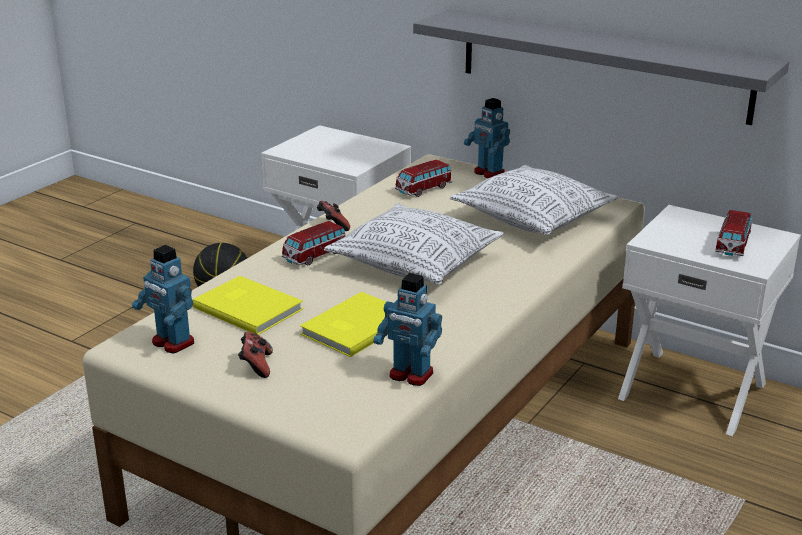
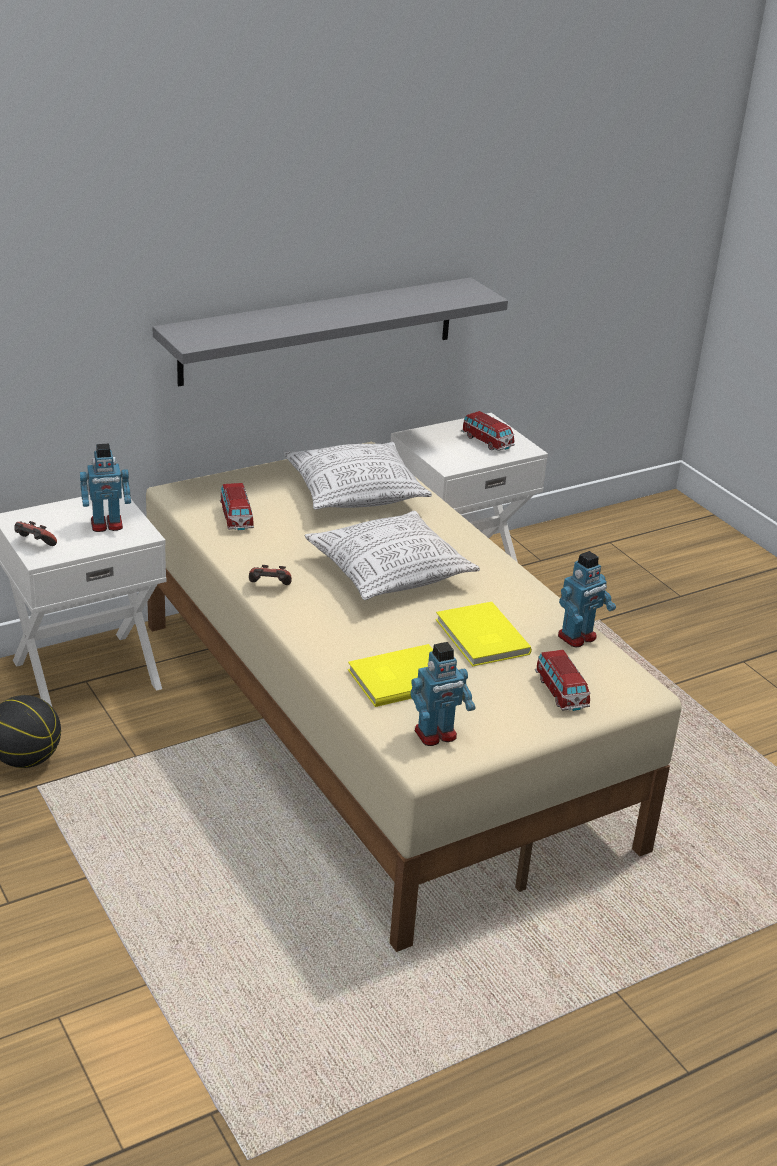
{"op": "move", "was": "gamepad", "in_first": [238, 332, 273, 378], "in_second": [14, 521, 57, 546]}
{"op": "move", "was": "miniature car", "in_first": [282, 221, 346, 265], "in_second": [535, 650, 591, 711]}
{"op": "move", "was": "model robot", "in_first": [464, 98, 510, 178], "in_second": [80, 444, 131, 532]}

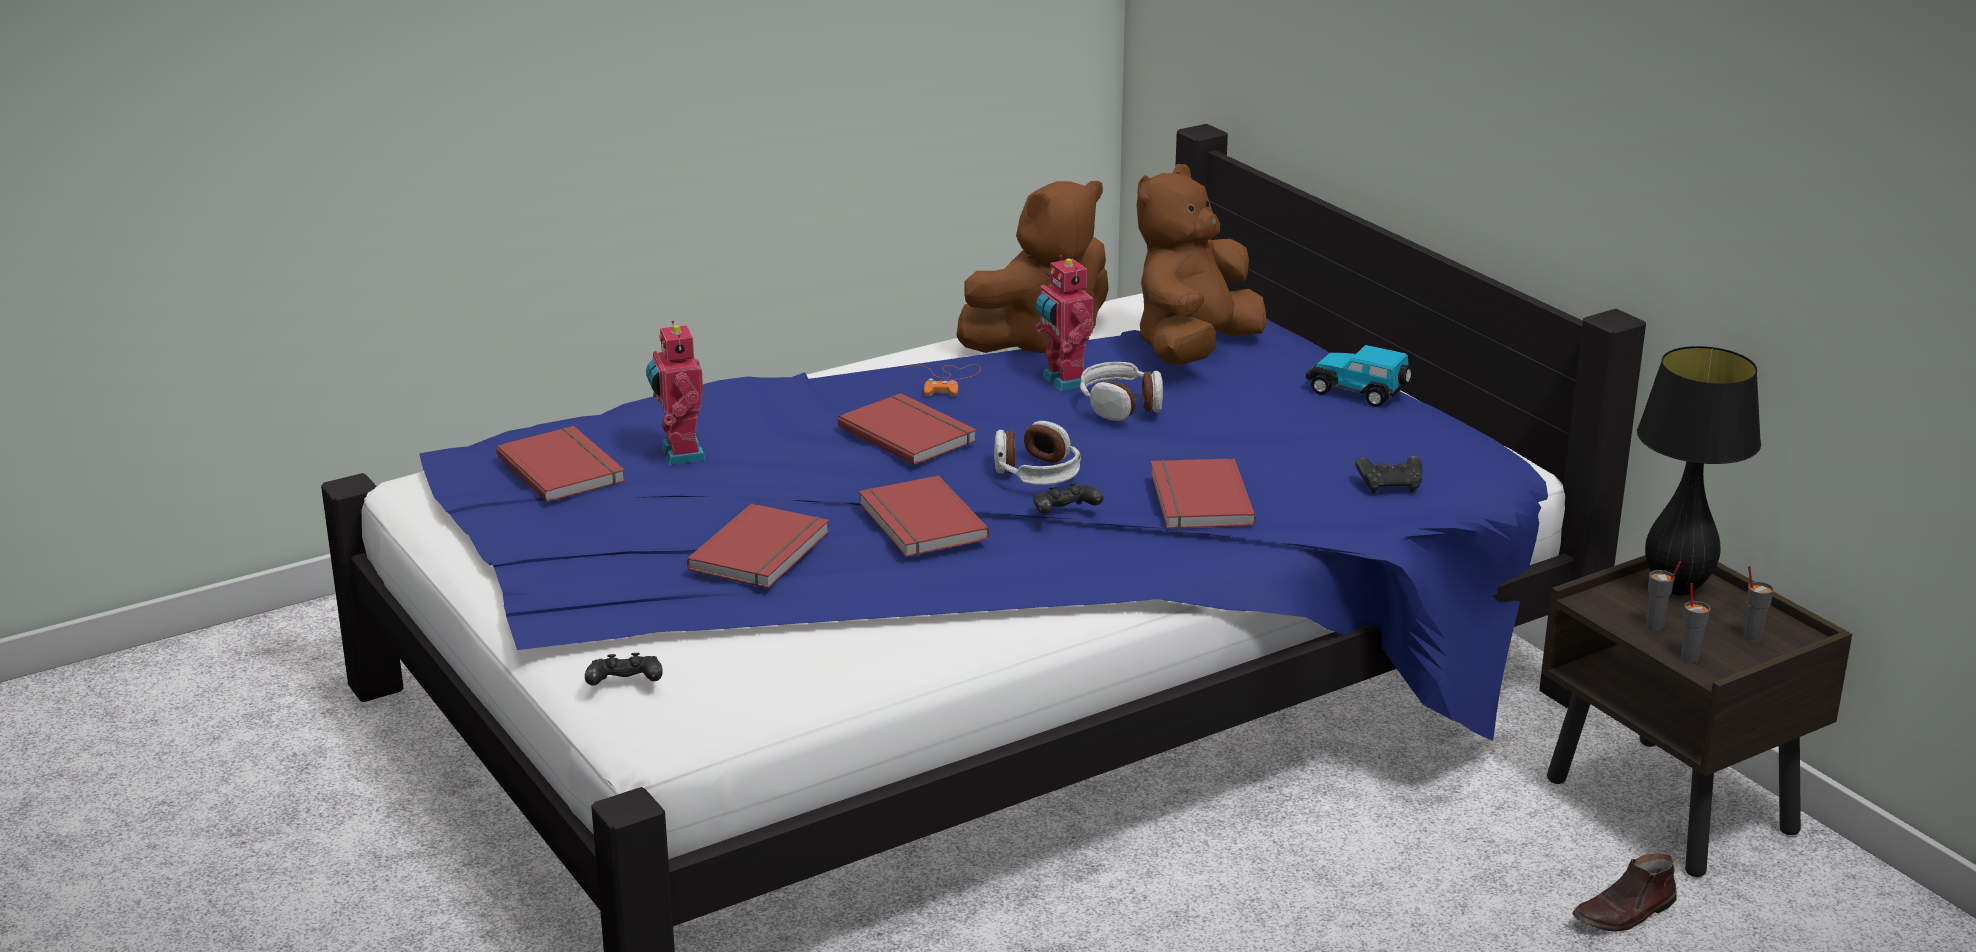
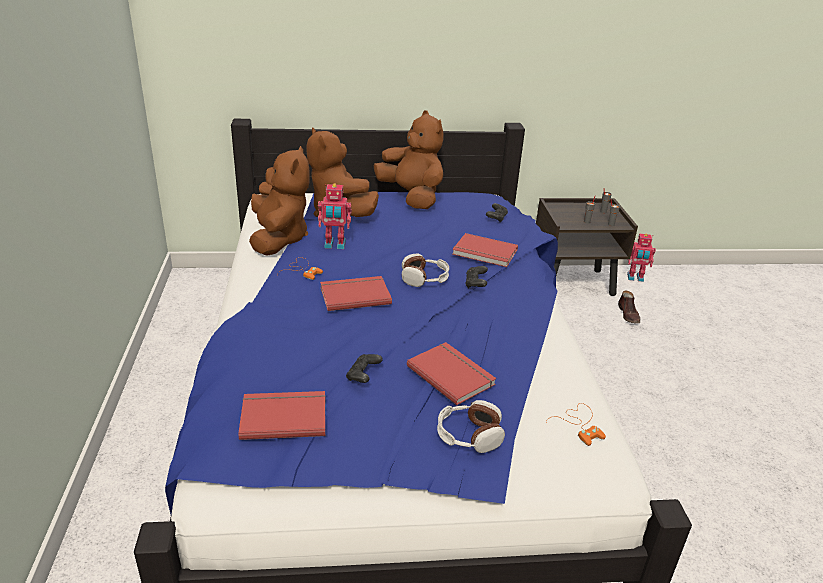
{"op": "delete", "was": "volume (reddish)", "in_first": [859, 475, 990, 557]}
{"op": "delete", "was": "table lamp (black-coloured)", "in_first": [1637, 346, 1761, 595]}
{"op": "insert", "now": "gamepad (orange-coloured)", "in_second": [546, 403, 606, 446]}
{"op": "move", "was": "gamepad (black-coloured)", "in_first": [585, 653, 663, 685], "in_second": [346, 354, 383, 383]}
{"op": "move", "was": "model robot", "in_first": [646, 321, 706, 465], "in_second": [627, 233, 656, 282]}
{"op": "move", "was": "headphones", "in_first": [1080, 362, 1163, 421], "in_second": [437, 400, 505, 453]}
{"op": "replace", "was": "miniature car", "now": "soft toy (brownish)", "in_first": [1306, 345, 1412, 407], "in_second": [373, 110, 444, 209]}

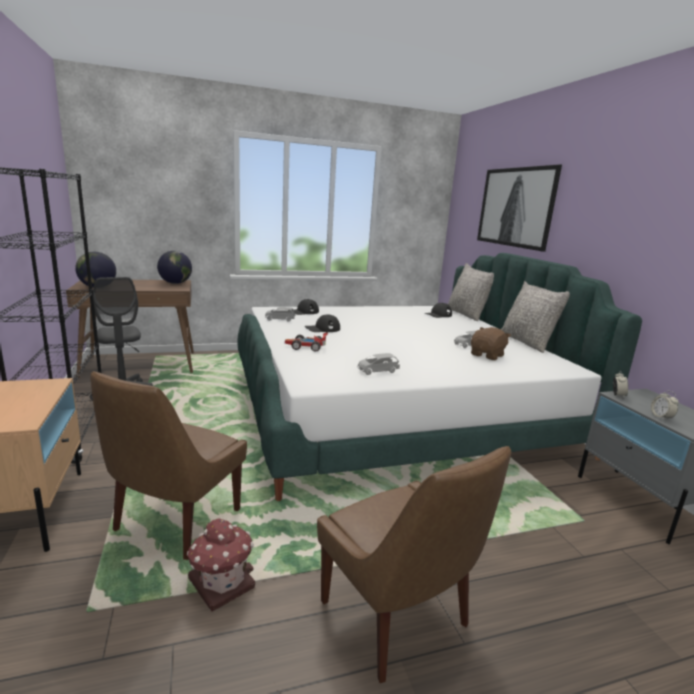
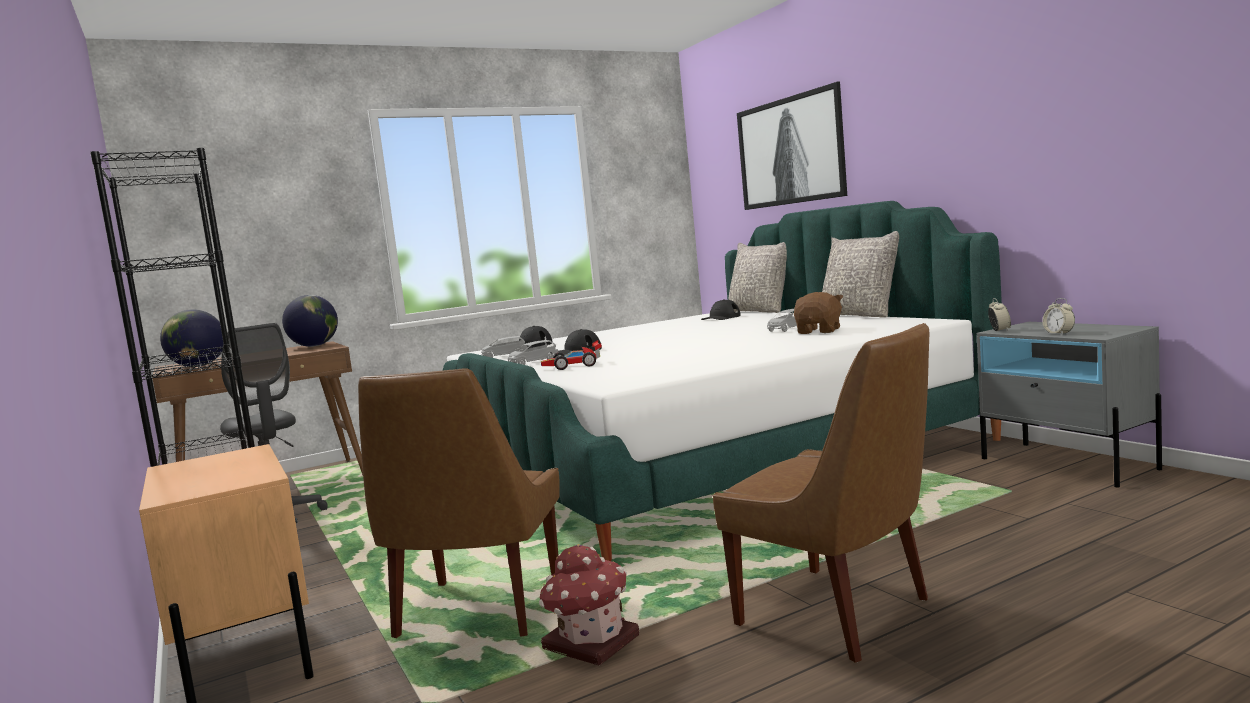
{"op": "move", "was": "miniature car (gray)", "in_first": [358, 353, 400, 375], "in_second": [508, 340, 558, 365]}

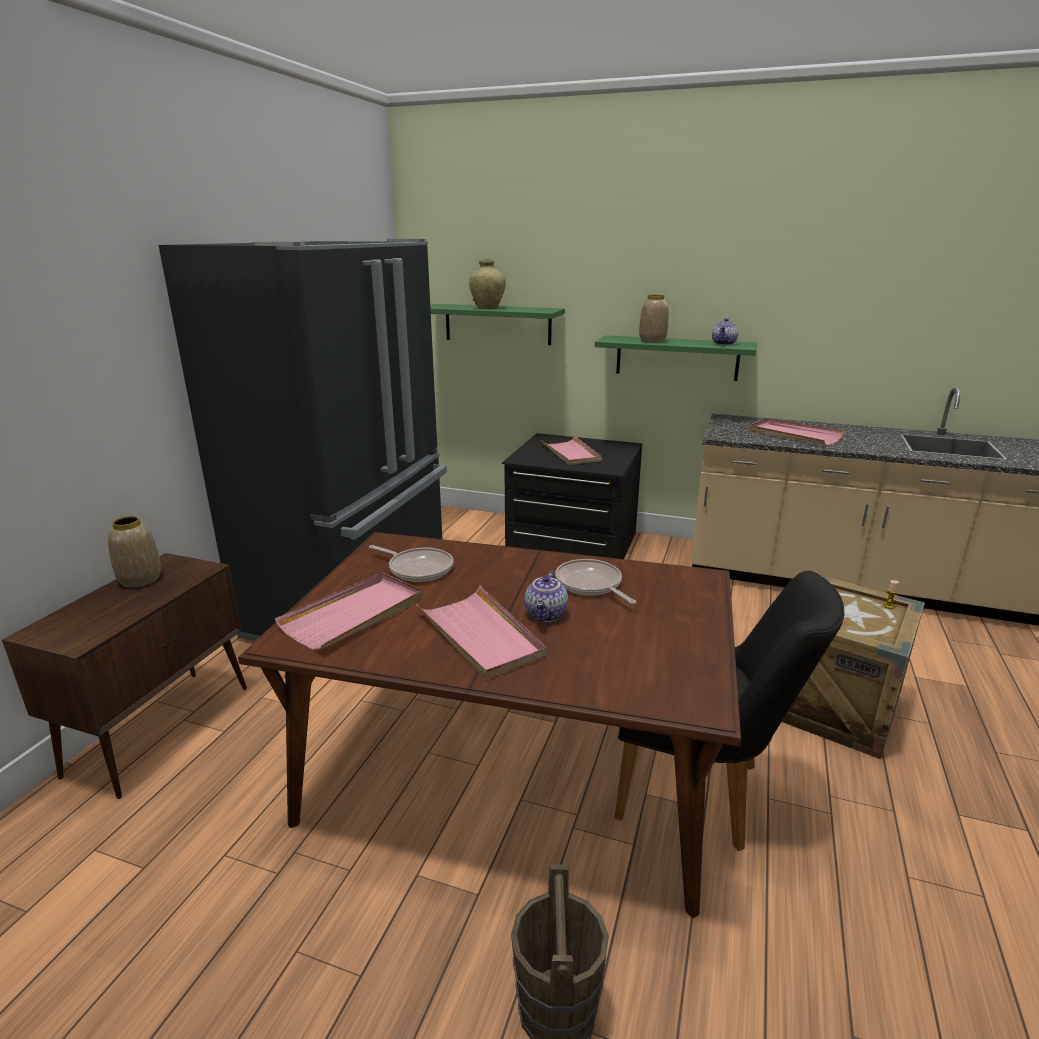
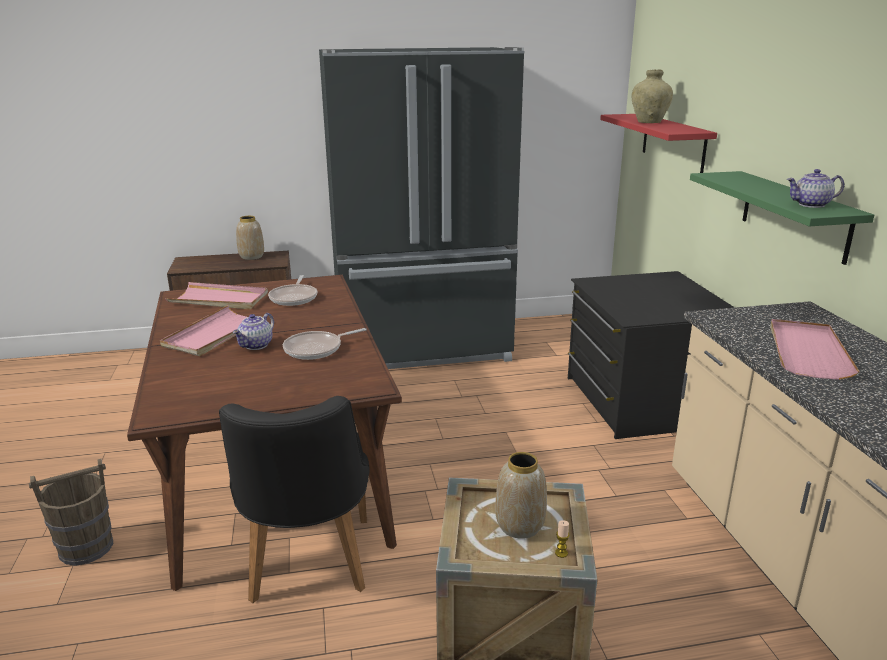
{"op": "delete", "was": "carrying tray (pink)", "in_first": [540, 436, 602, 465]}
{"op": "move", "was": "flower vase", "in_first": [639, 295, 669, 343], "in_second": [496, 452, 547, 539]}
{"op": "recolor", "was": "shelf (green)", "now": "shelf (reddish)", "in_first": [430, 304, 565, 345], "in_second": [600, 114, 717, 173]}
{"op": "rotate", "was": "teapot", "in_first": [524, 571, 568, 622], "in_second": [233, 313, 274, 350], "clockwise": -45}
{"op": "rotate", "was": "skillet", "in_first": [555, 559, 636, 604], "in_second": [283, 328, 367, 360], "clockwise": -150}

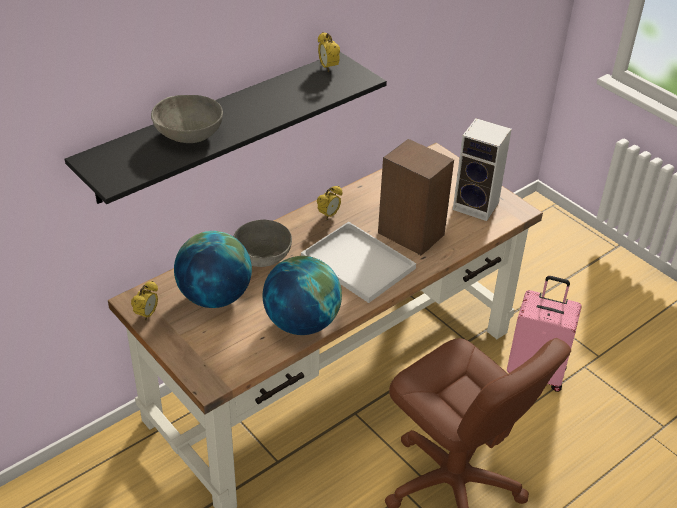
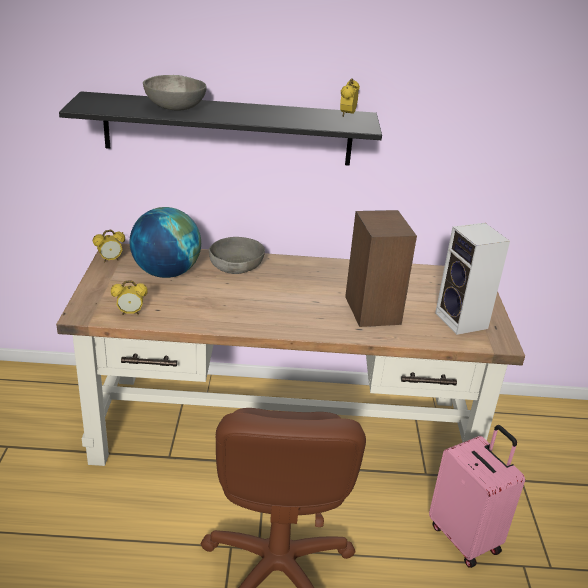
{"op": "delete", "was": "globe", "in_first": [263, 256, 342, 335]}
{"op": "delete", "was": "carrying tray (whitish)", "in_first": [301, 222, 416, 303]}
{"op": "move", "was": "bedside clock", "in_first": [317, 186, 343, 220], "in_second": [111, 280, 148, 315]}

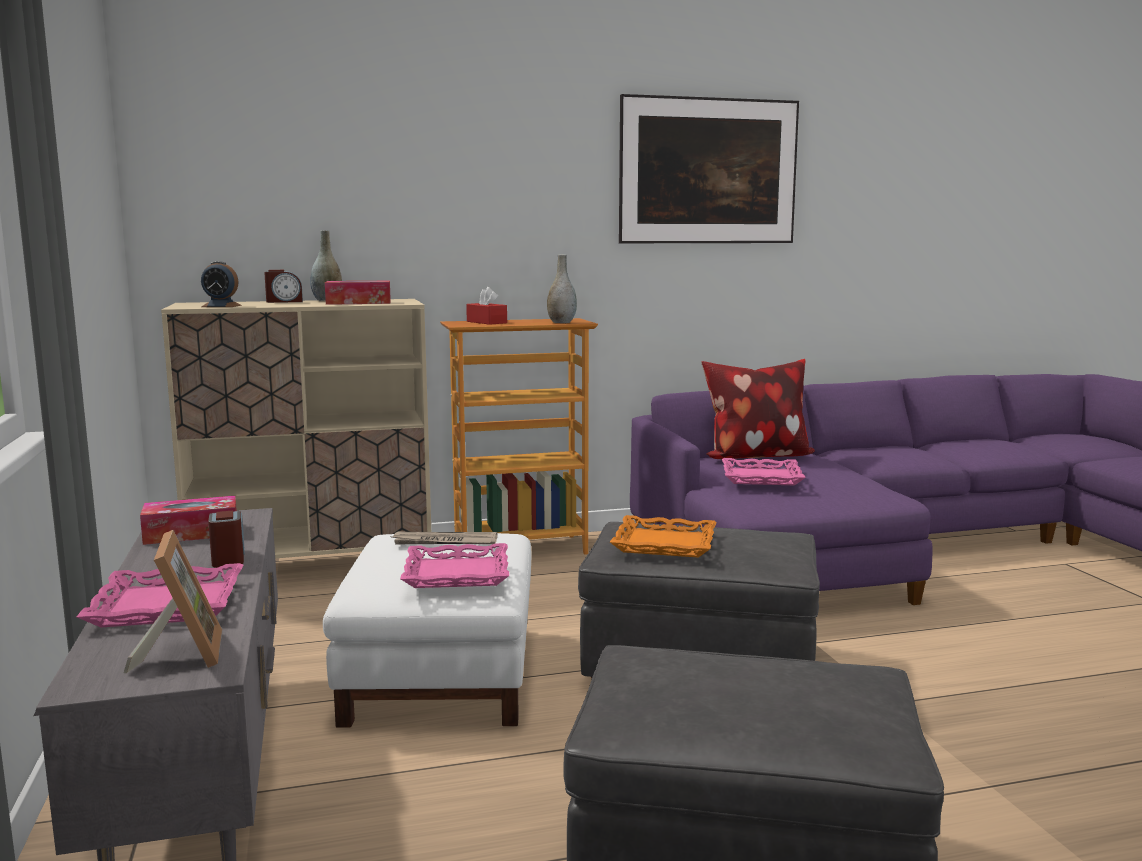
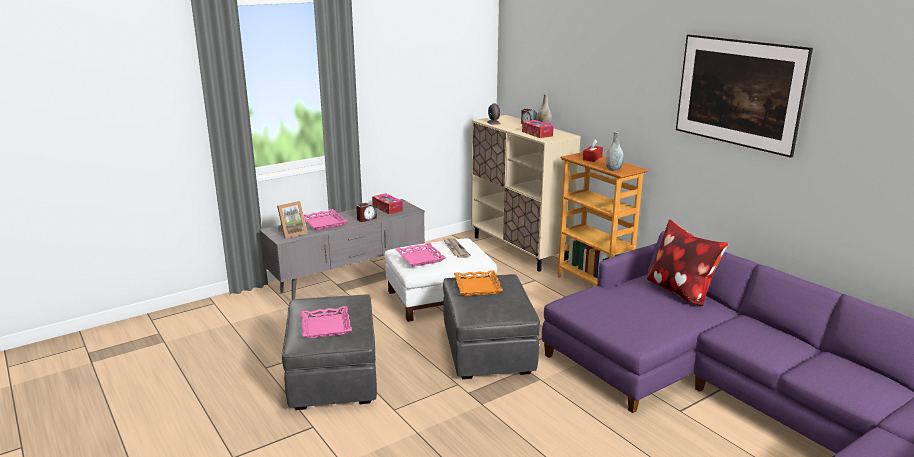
{"op": "move", "was": "carrying tray (pink)", "in_first": [722, 458, 806, 485], "in_second": [301, 306, 352, 339]}

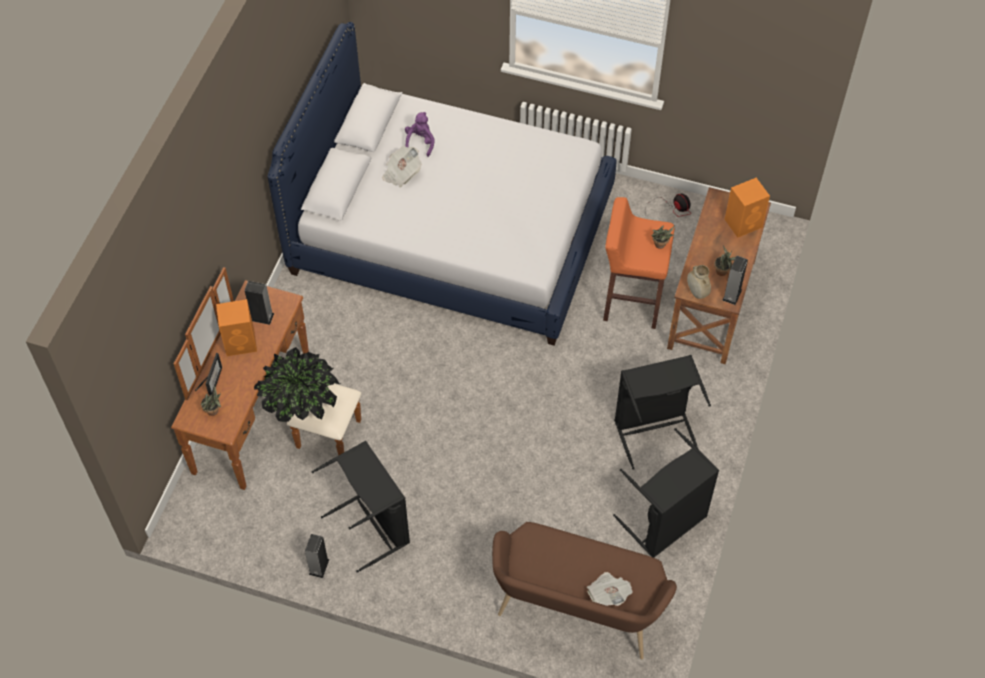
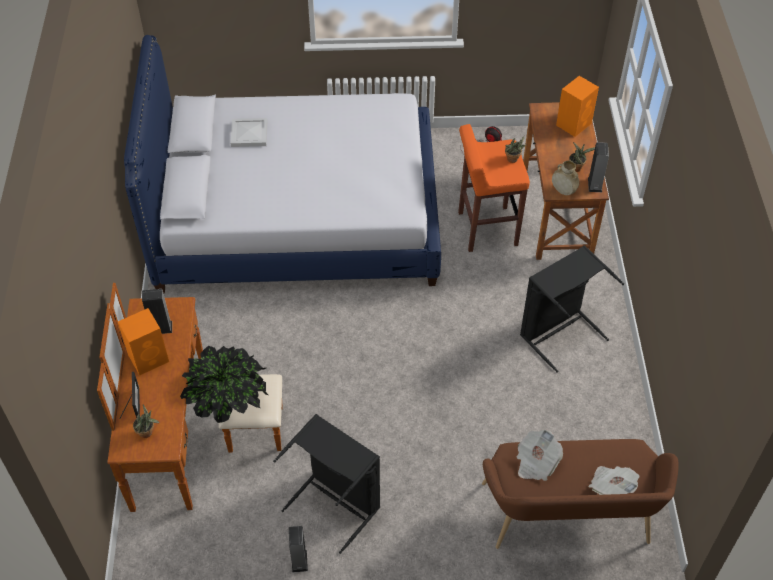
{"op": "delete", "was": "laundry basket (black-coloured)", "in_first": [613, 428, 719, 558]}
{"op": "move", "was": "daily paper", "in_first": [382, 146, 422, 187], "in_second": [517, 430, 563, 481]}
{"op": "replace", "was": "soft toy (purple-coloured)", "now": "carrying tray (whitish)", "in_first": [405, 112, 435, 157], "in_second": [231, 118, 267, 147]}

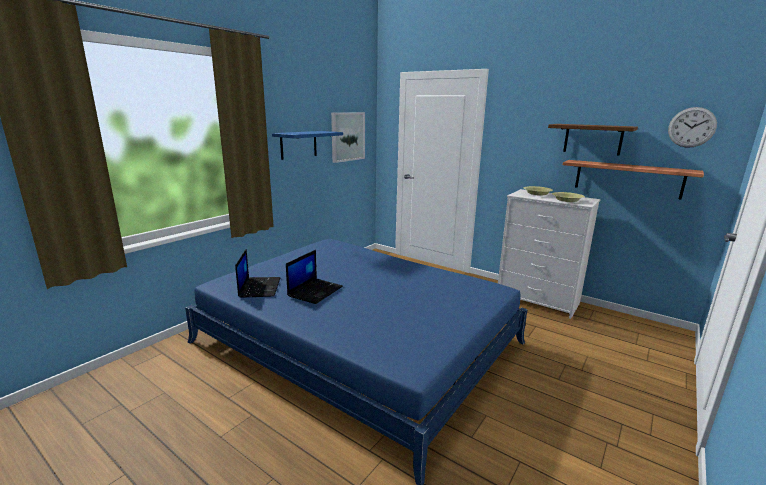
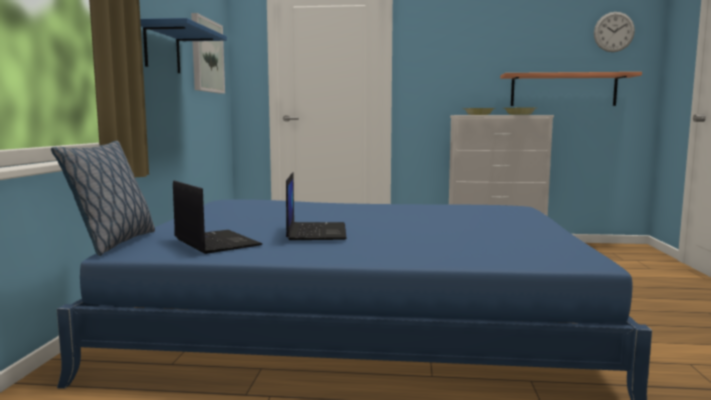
{"op": "delete", "was": "shelf (brownish)", "in_first": [548, 124, 638, 156]}
{"op": "insert", "now": "cushion", "in_second": [51, 141, 155, 256]}

